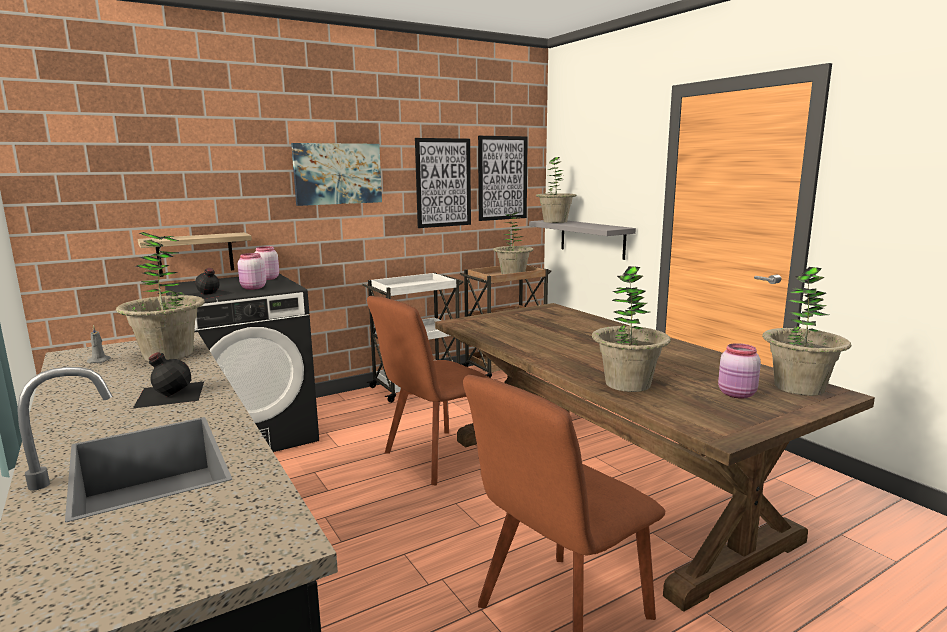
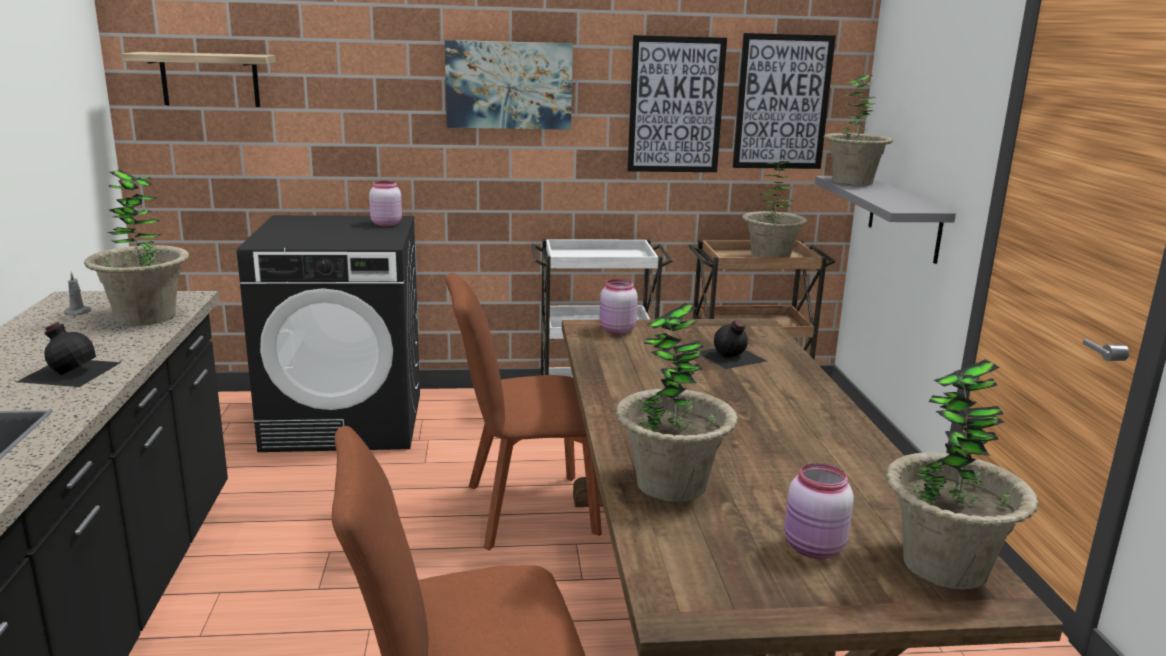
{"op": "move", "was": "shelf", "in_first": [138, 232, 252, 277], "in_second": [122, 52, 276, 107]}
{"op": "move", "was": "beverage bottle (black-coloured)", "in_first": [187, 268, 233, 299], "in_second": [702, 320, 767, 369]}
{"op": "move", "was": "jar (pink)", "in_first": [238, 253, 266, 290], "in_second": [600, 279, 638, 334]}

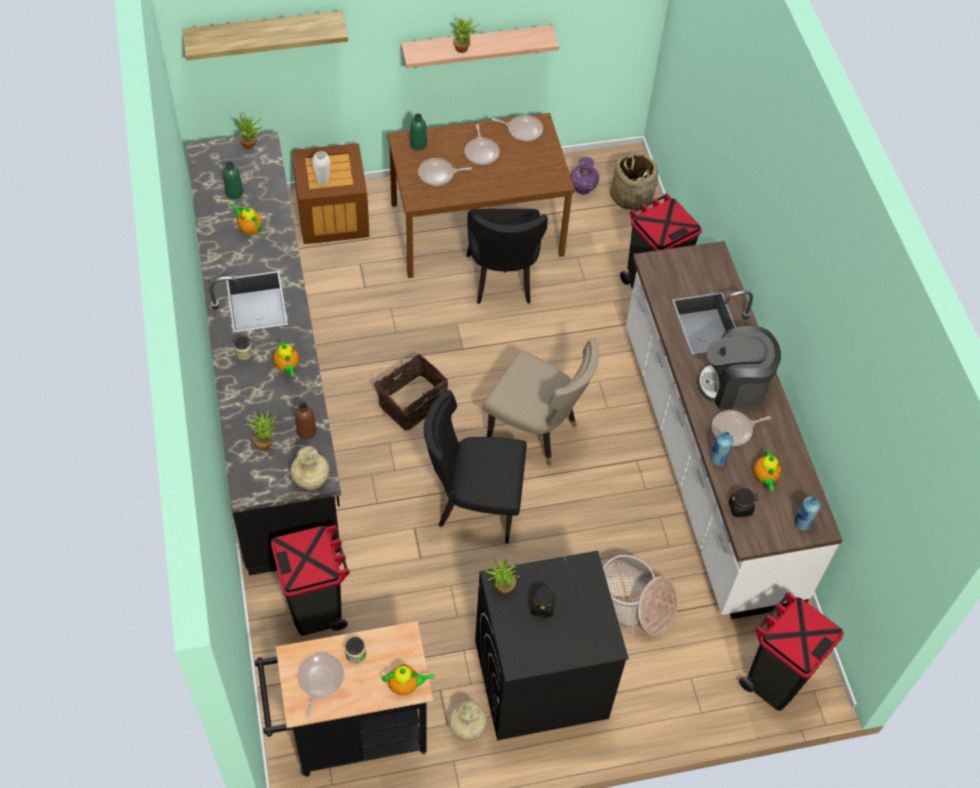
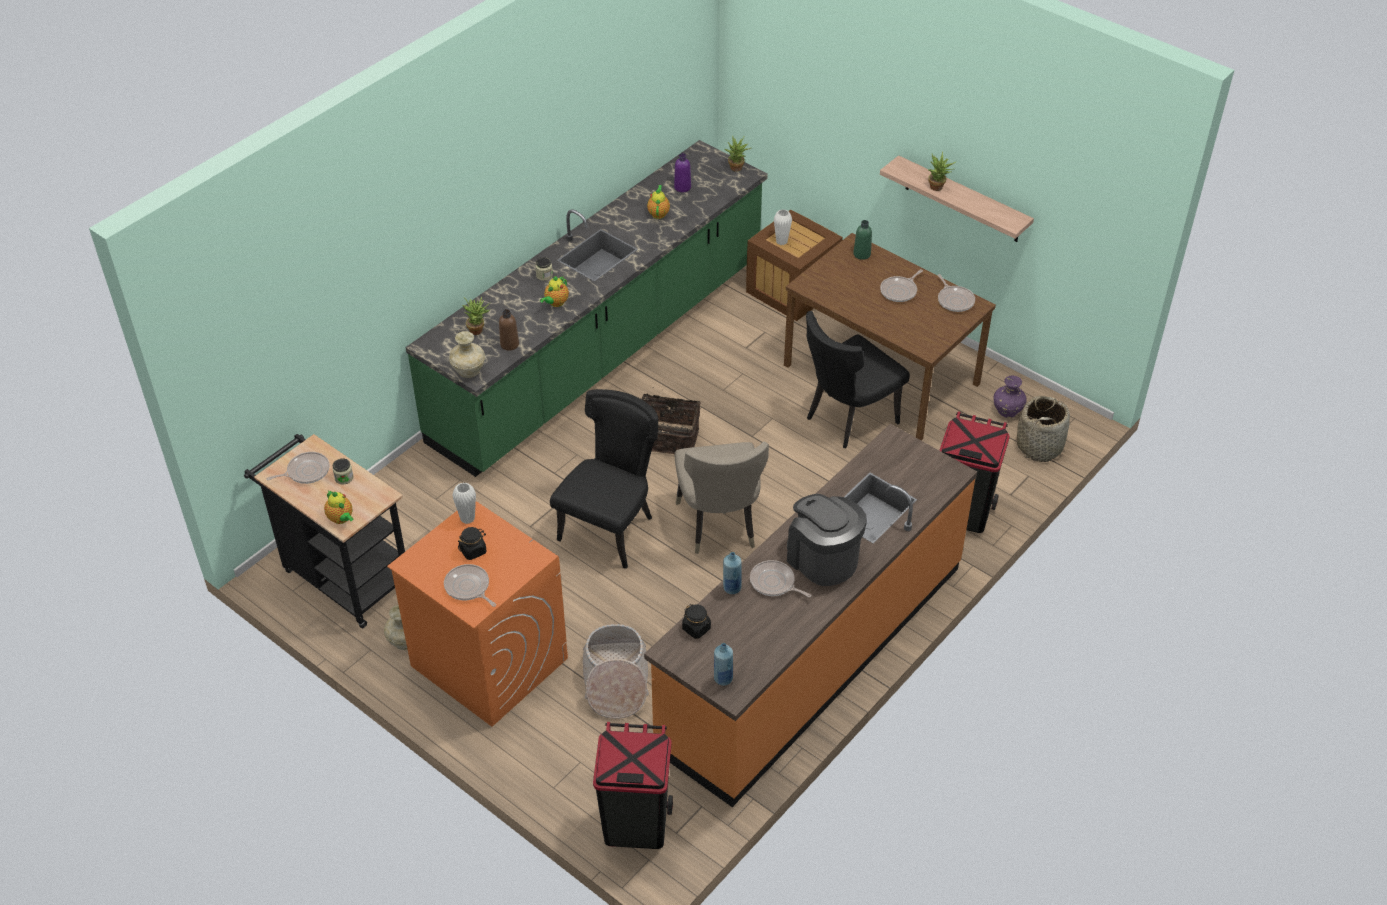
{"op": "delete", "was": "shelf", "in_first": [182, 10, 348, 60]}
{"op": "delete", "was": "waste bin (black-coloured)", "in_first": [271, 525, 350, 635]}
{"op": "delete", "was": "teapot", "in_first": [754, 450, 781, 491]}
{"op": "move", "was": "skillet", "in_first": [418, 158, 472, 186], "in_second": [444, 564, 496, 607]}
{"op": "replace", "was": "potted plant", "now": "flower vase (whitish)", "in_first": [485, 559, 519, 594], "in_second": [452, 482, 476, 524]}
{"op": "recolor", "was": "kitchen counter (black-coloured)", "now": "kitchen counter (green)", "in_first": [186, 132, 341, 576], "in_second": [406, 140, 768, 477]}
{"op": "recolor", "was": "beverage bottle (green)", "now": "beverage bottle (purple-coloured)", "in_first": [223, 161, 243, 199], "in_second": [674, 153, 691, 192]}
{"op": "recolor", "was": "laundry appliance (black-coloured)", "now": "laundry appliance (orange-coloured)", "in_first": [475, 551, 629, 740], "in_second": [387, 501, 568, 727]}
{"op": "recolor", "was": "kitchen counter (whitish)", "now": "kitchen counter (orange-coloured)", "in_first": [626, 241, 843, 619], "in_second": [644, 424, 977, 807]}
{"op": "rotate", "was": "plain chair (black-coloured)", "in_first": [424, 390, 527, 543], "in_second": [550, 389, 658, 569], "clockwise": 60}

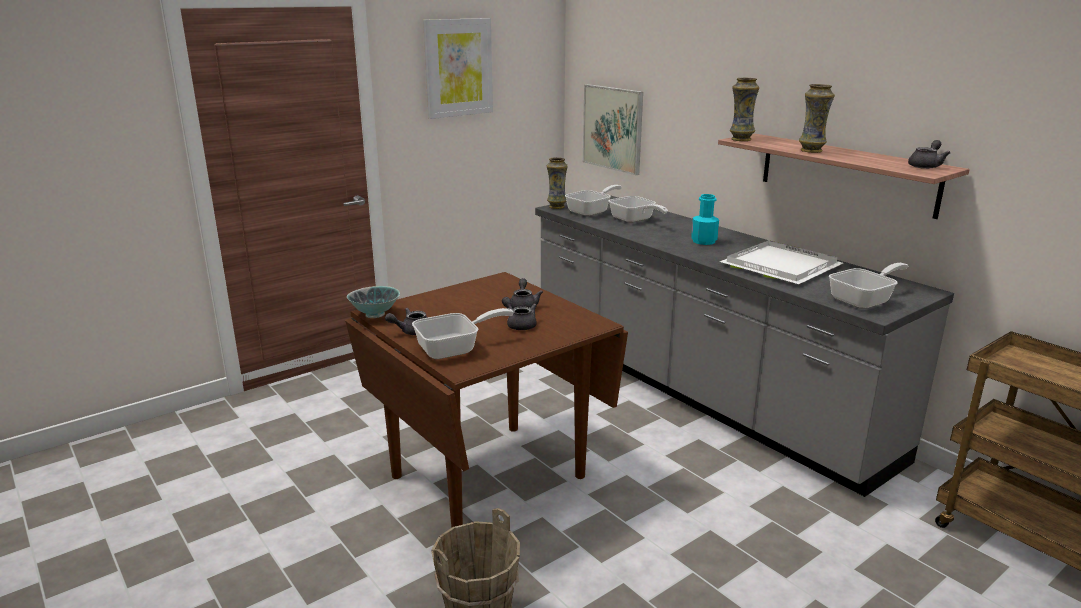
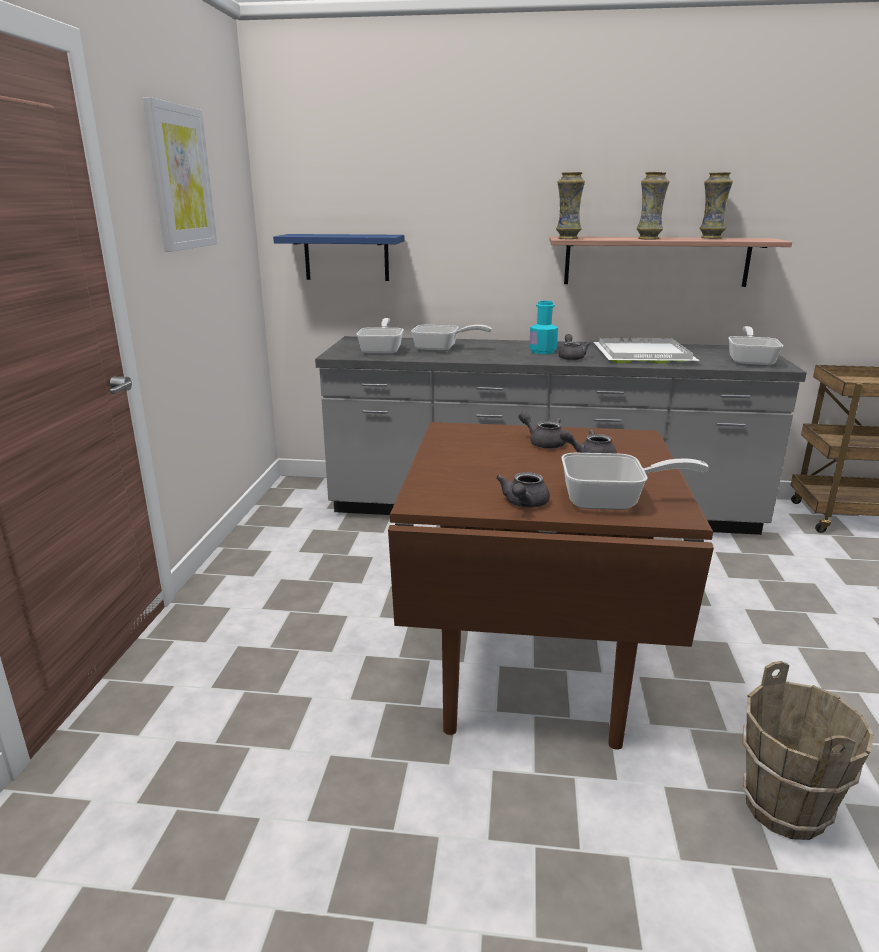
{"op": "delete", "was": "bowl", "in_first": [347, 286, 400, 318]}
{"op": "move", "was": "flower vase", "in_first": [546, 157, 567, 209], "in_second": [700, 172, 733, 239]}
{"op": "move", "was": "teapot (gray)", "in_first": [908, 140, 951, 169], "in_second": [559, 334, 590, 360]}
{"op": "replace", "was": "wall picture", "now": "shelf (bluish)", "in_first": [583, 84, 643, 175], "in_second": [273, 234, 405, 281]}
{"op": "rotate", "was": "skillet", "in_first": [412, 308, 514, 359], "in_second": [561, 453, 709, 510], "clockwise": 75}

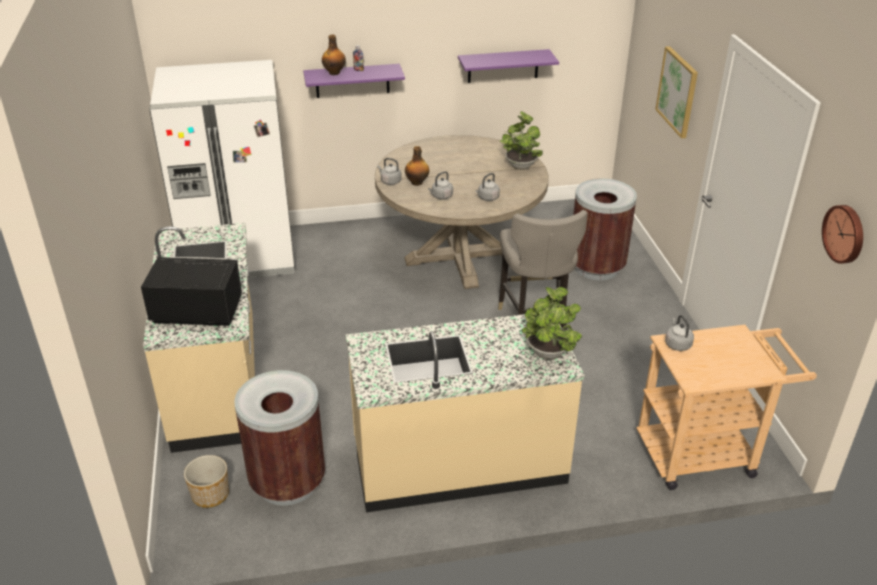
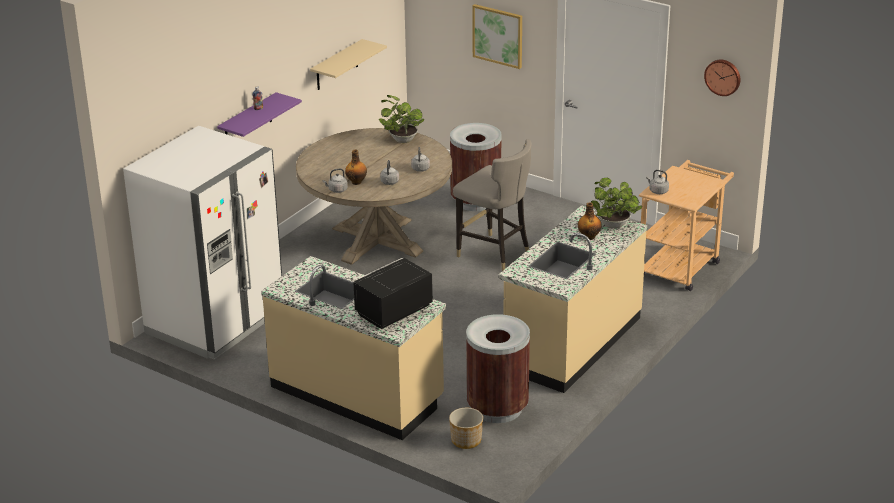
{"op": "move", "was": "beverage bottle", "in_first": [322, 35, 346, 75], "in_second": [578, 202, 602, 240]}
{"op": "recolor", "was": "shelf (purple-coloured)", "now": "shelf (beige)", "in_first": [458, 49, 559, 83], "in_second": [310, 39, 387, 90]}

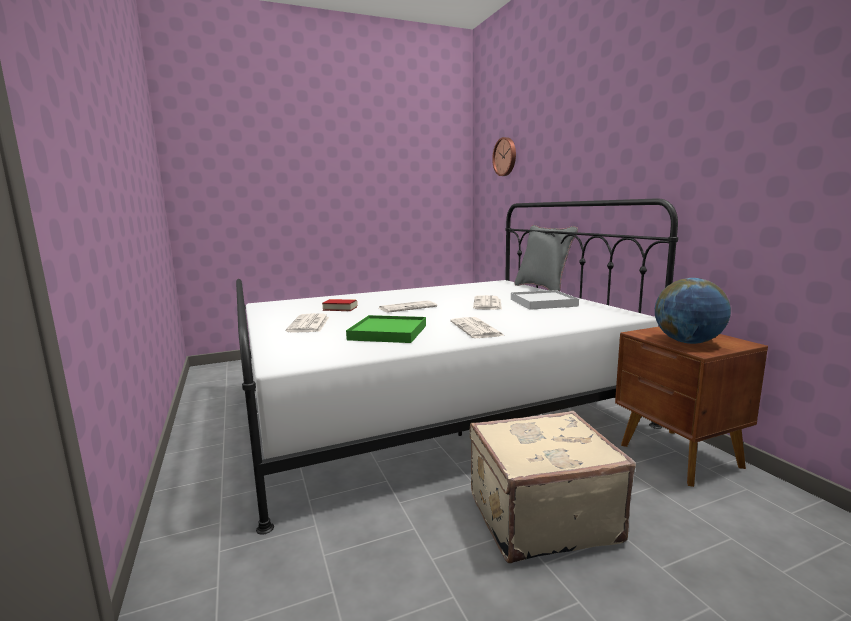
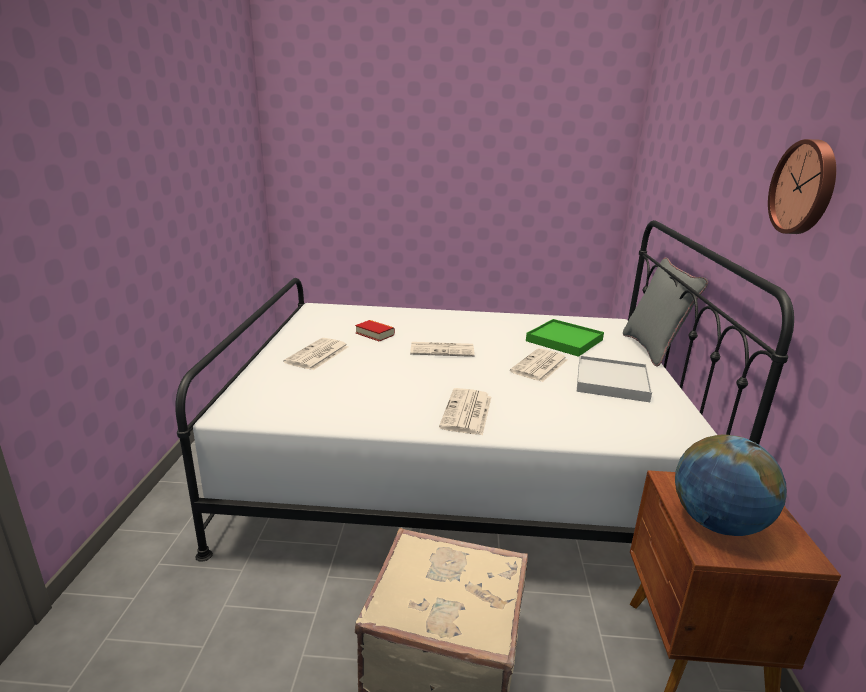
{"op": "move", "was": "carrying tray (green)", "in_first": [346, 315, 426, 343], "in_second": [526, 319, 604, 357]}
{"op": "move", "was": "clock on the wall", "in_first": [492, 137, 516, 176], "in_second": [768, 139, 836, 234]}

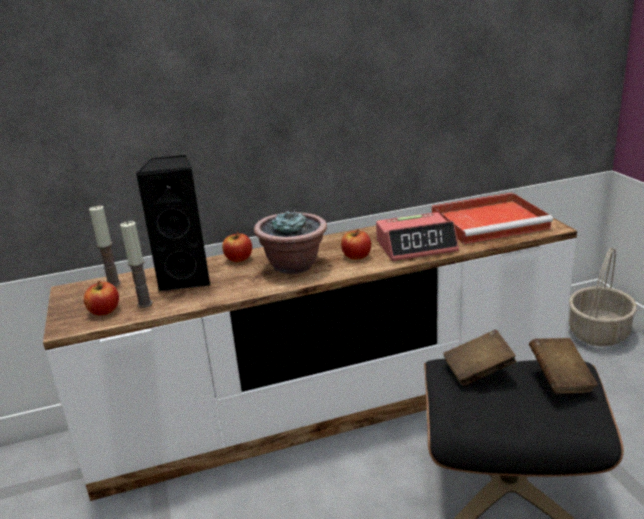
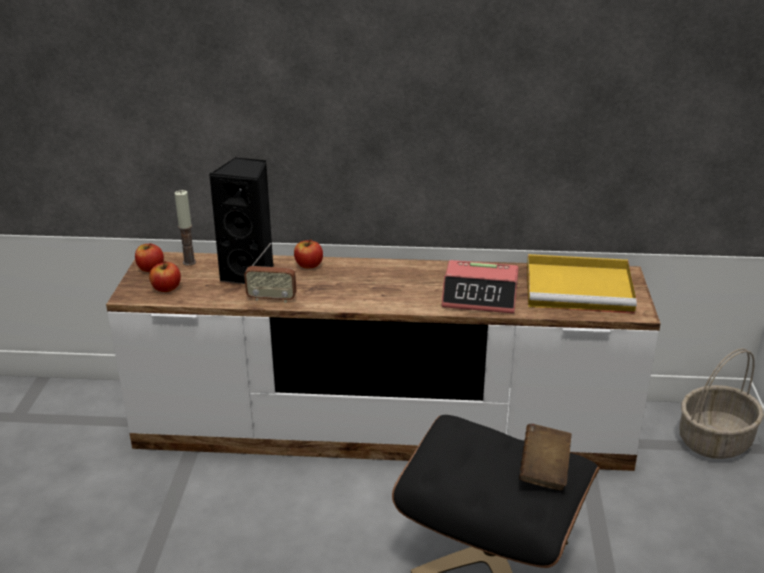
{"op": "delete", "was": "wax candle", "in_first": [120, 221, 153, 308]}
{"op": "delete", "was": "potted plant", "in_first": [254, 209, 327, 274]}
{"op": "delete", "was": "volume (brownish)", "in_first": [443, 330, 517, 386]}
{"op": "insert", "now": "radio set", "in_second": [244, 243, 296, 303]}
{"op": "move", "was": "whole apple", "in_first": [341, 229, 371, 260], "in_second": [135, 243, 164, 272]}
{"op": "recolor", "was": "carrying tray (reddish)", "now": "carrying tray (yellowish)", "in_first": [432, 193, 553, 244], "in_second": [527, 254, 637, 314]}

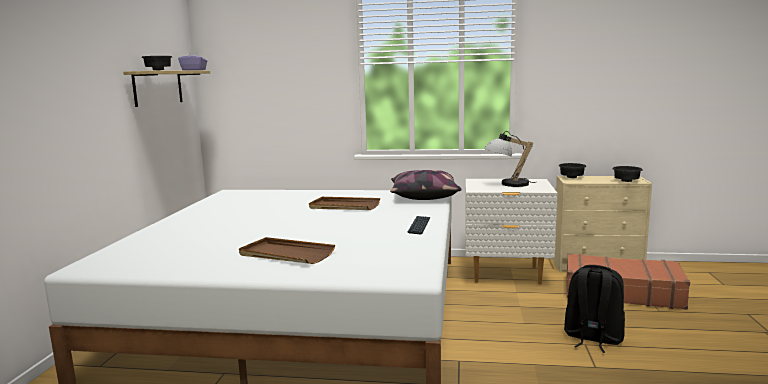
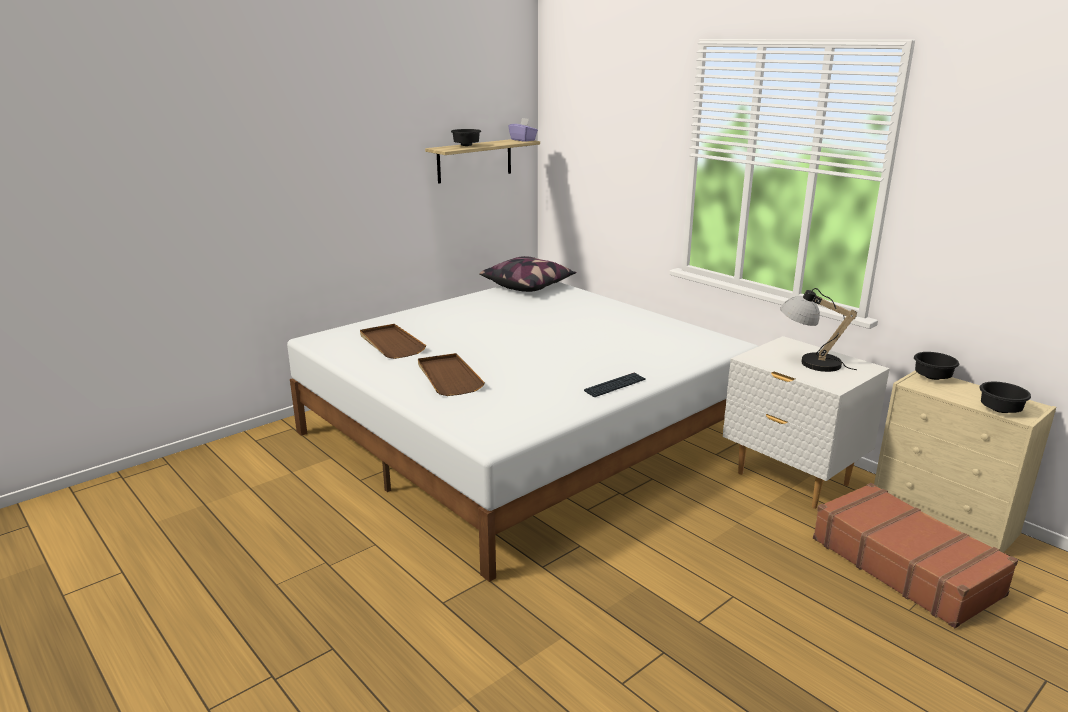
{"op": "delete", "was": "backpack (black-coloured)", "in_first": [564, 265, 625, 353]}
{"op": "move", "was": "carrying tray (brownish)", "in_first": [309, 197, 380, 210], "in_second": [360, 324, 426, 359]}
{"op": "move", "was": "cushion", "in_first": [390, 170, 462, 200], "in_second": [479, 256, 577, 292]}

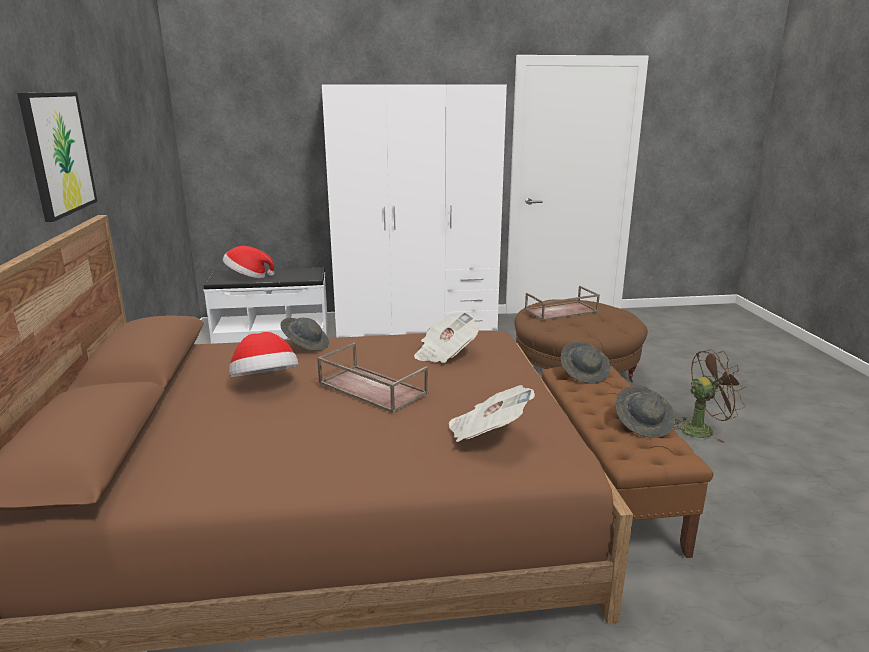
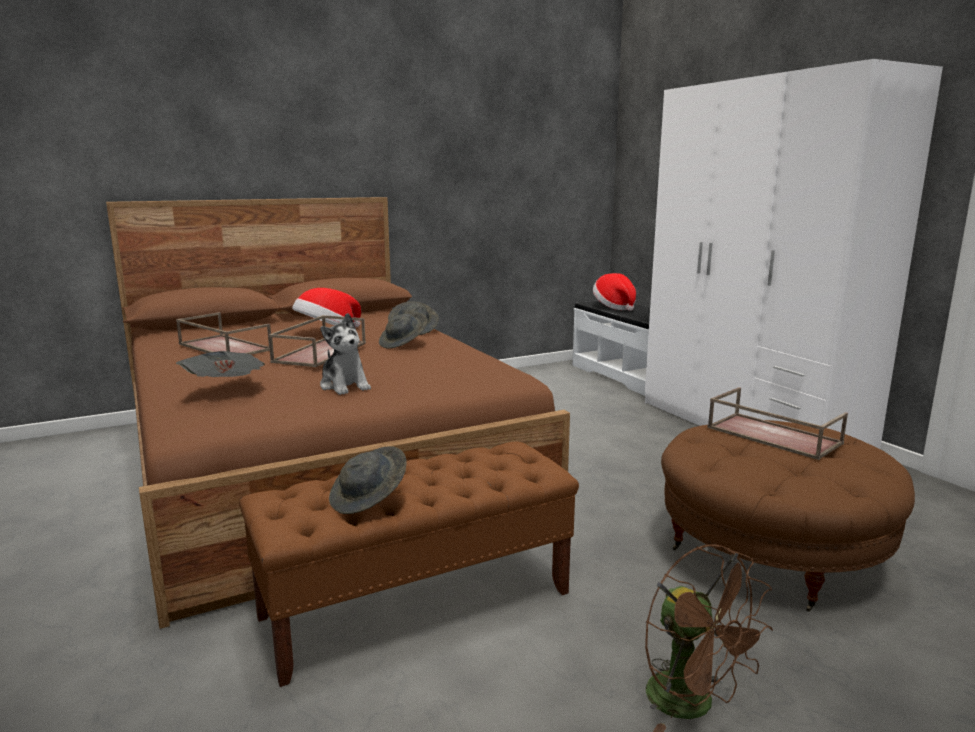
{"op": "delete", "was": "wall picture", "in_first": [17, 92, 98, 222]}
{"op": "delete", "was": "daily paper", "in_first": [414, 312, 479, 363]}
{"op": "insert", "now": "carrying tray (brownish)", "in_second": [176, 312, 271, 355]}
{"op": "insert", "now": "soft toy", "in_second": [320, 313, 371, 395]}
{"op": "move", "was": "wearable hat (gray)", "in_first": [561, 342, 611, 383], "in_second": [379, 313, 427, 349]}

